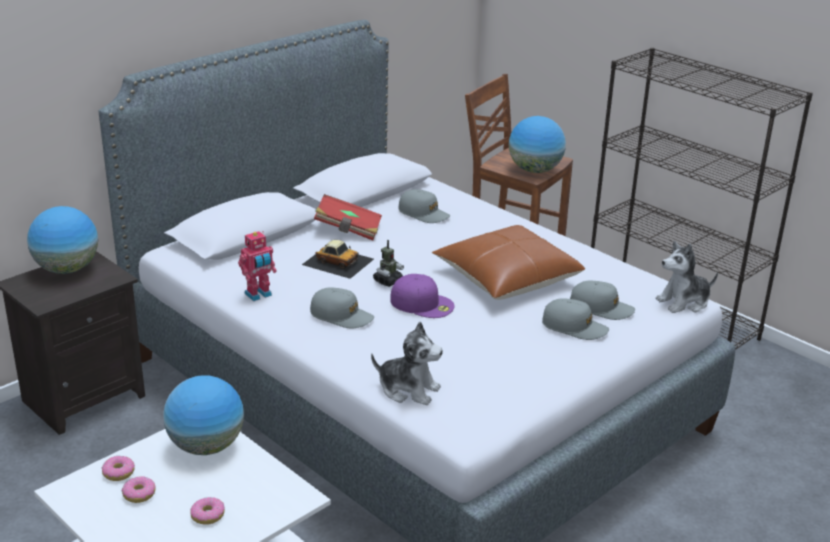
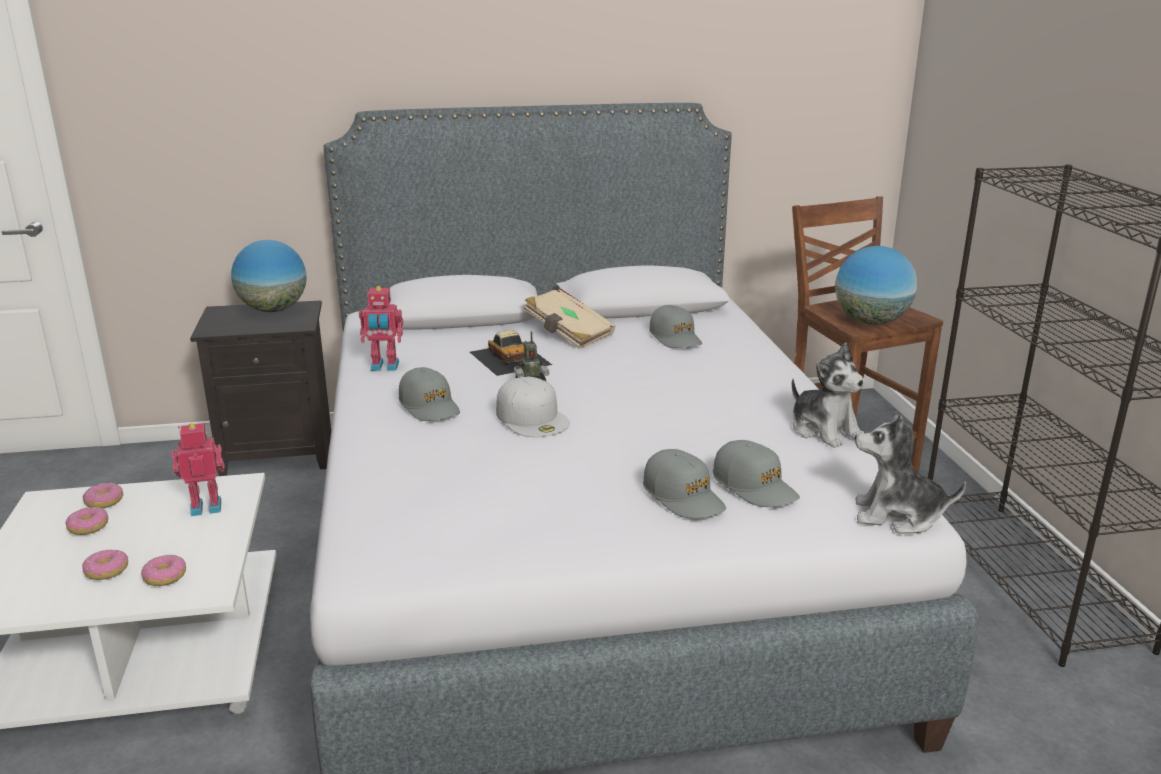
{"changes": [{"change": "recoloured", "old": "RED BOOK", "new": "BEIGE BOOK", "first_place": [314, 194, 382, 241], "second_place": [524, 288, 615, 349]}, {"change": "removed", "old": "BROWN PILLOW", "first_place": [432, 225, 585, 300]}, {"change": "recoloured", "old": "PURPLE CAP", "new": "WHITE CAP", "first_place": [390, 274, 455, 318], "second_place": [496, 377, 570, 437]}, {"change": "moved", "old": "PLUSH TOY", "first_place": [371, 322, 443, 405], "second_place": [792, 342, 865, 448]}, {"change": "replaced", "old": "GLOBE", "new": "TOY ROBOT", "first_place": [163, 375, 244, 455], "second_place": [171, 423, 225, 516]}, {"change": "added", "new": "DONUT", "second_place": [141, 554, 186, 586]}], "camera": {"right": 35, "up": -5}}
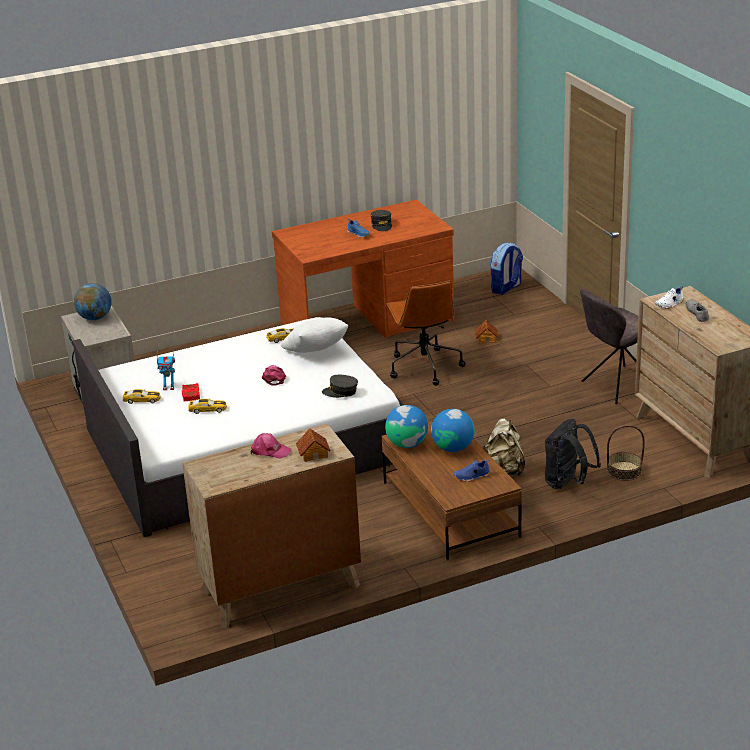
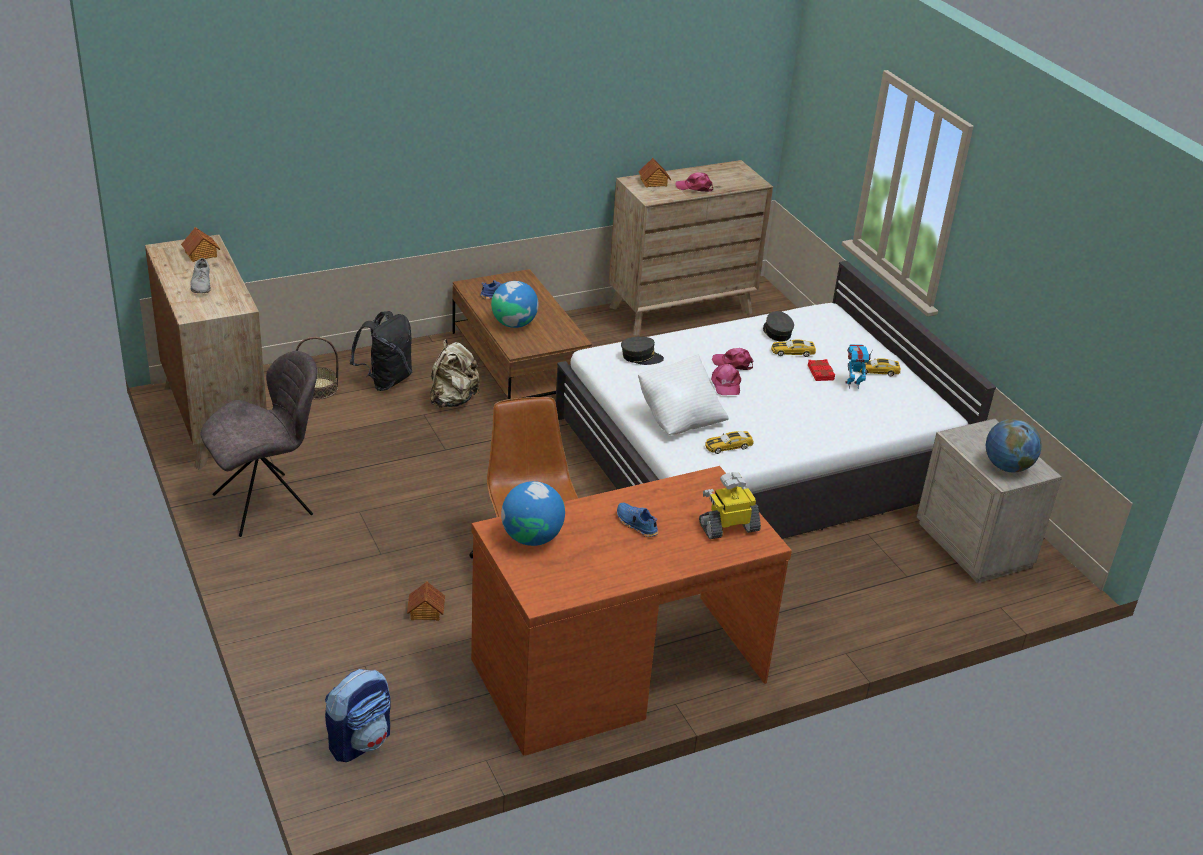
{"changes": [{"change": "moved", "old": "GREY CAP", "first_place": [370, 210, 392, 231], "second_place": [763, 311, 794, 341]}, {"change": "removed", "old": "WHITE SHOE", "first_place": [655, 286, 684, 309]}, {"change": "moved", "old": "GLOBE", "first_place": [385, 405, 428, 448], "second_place": [501, 481, 565, 546]}, {"change": "added", "new": "TOY HOUSE", "second_place": [181, 227, 220, 262]}, {"change": "added", "new": "PINK CAP", "second_place": [712, 348, 753, 370]}, {"change": "added", "new": "TOY ROBOT", "second_place": [699, 472, 761, 539]}], "camera": {"right": 175, "up": 5}}
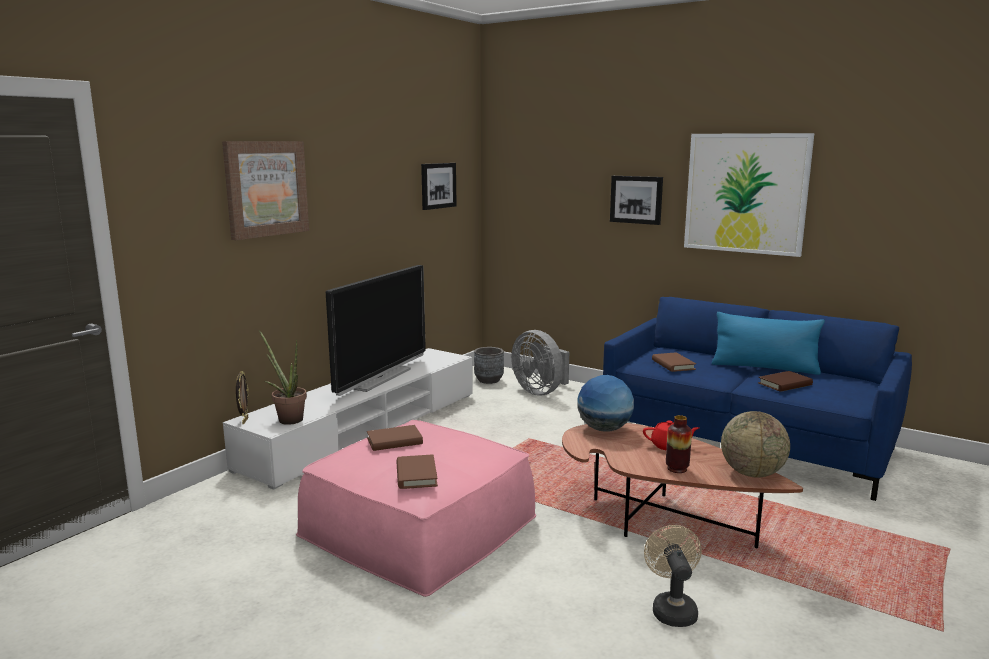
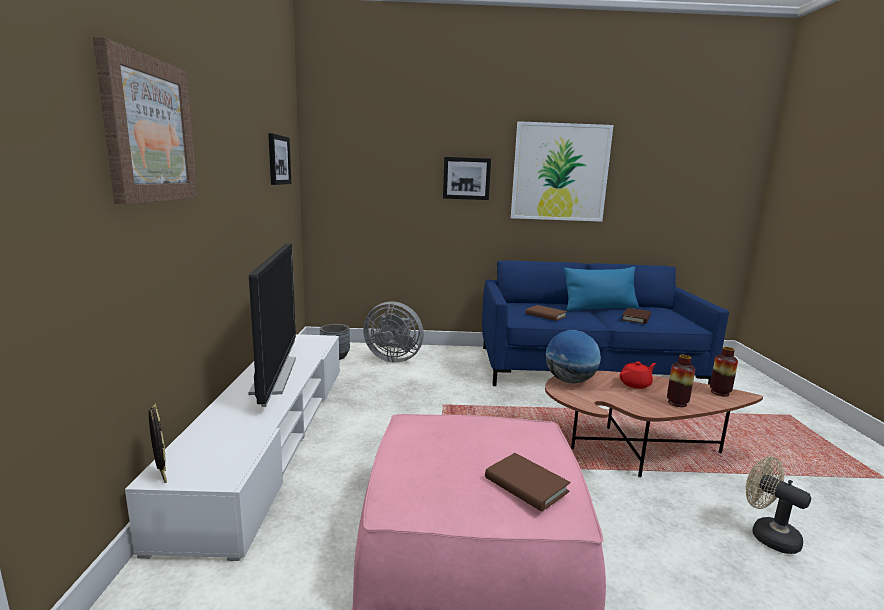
{"changes": [{"change": "removed", "old": "POTTED PLANT", "first_place": [259, 330, 307, 425]}, {"change": "replaced", "old": "GLOBE", "new": "VASE", "first_place": [721, 411, 790, 478], "second_place": [710, 347, 738, 397]}, {"change": "removed", "old": "BROWN BOOK", "first_place": [367, 425, 423, 451]}], "camera": {"right": -35, "up": 0}}
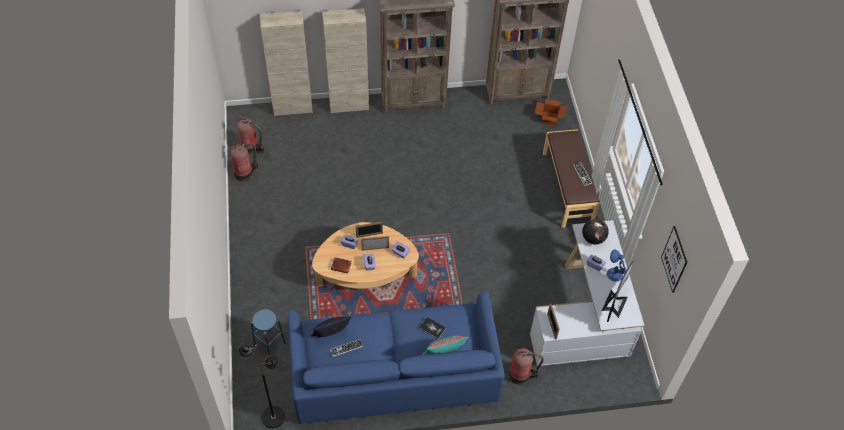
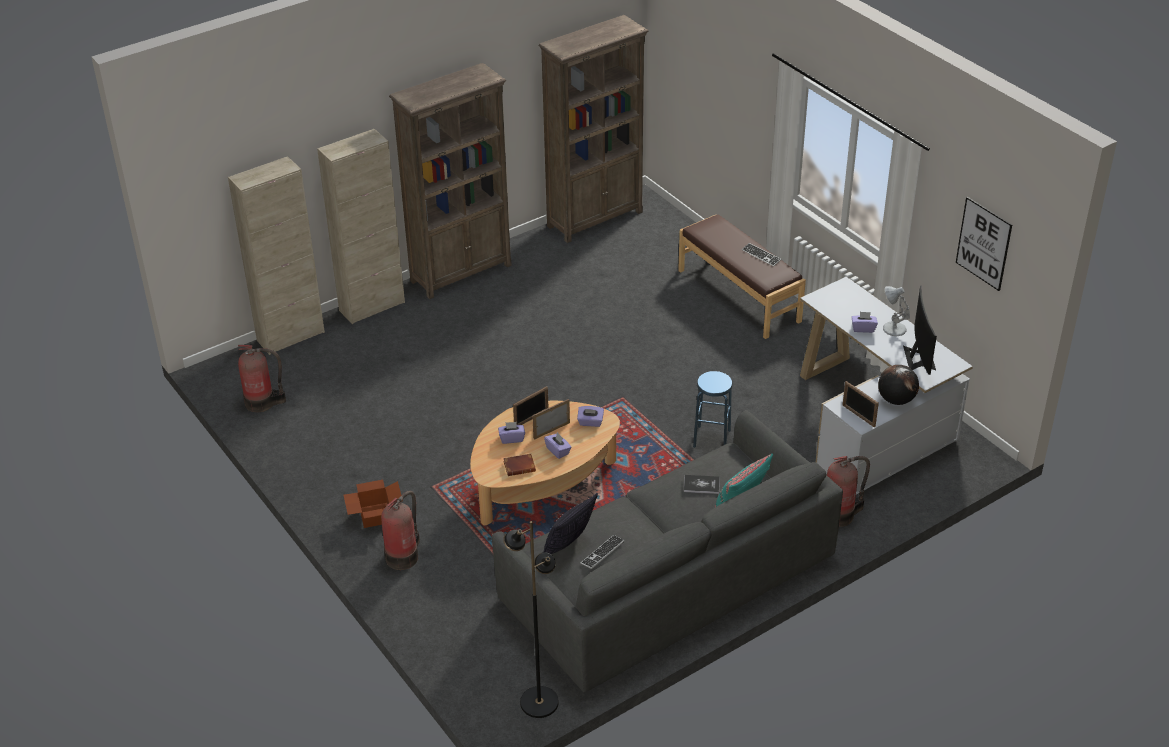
{"changes": [{"change": "moved", "old": "CARDBOARD BOX", "first_place": [535, 99, 567, 126], "second_place": [344, 480, 403, 528]}, {"change": "moved", "old": "FIRE EXTINGUISHER", "first_place": [231, 142, 258, 181], "second_place": [381, 491, 420, 570]}, {"change": "moved", "old": "GLOBE", "first_place": [582, 218, 609, 244], "second_place": [878, 365, 919, 405]}, {"change": "recoloured", "old": "BLUE TABLE LAMP", "new": "WHITE TABLE LAMP", "first_place": [607, 249, 626, 282], "second_place": [883, 286, 910, 336]}, {"change": "recoloured", "old": "BLUE SOFA", "new": "GREY SOFA", "first_place": [288, 290, 505, 424], "second_place": [492, 410, 843, 693]}, {"change": "moved", "old": "BLUE STOOL", "first_place": [251, 309, 286, 356], "second_place": [693, 371, 733, 448]}], "camera": {"right": -25, "up": -15}}
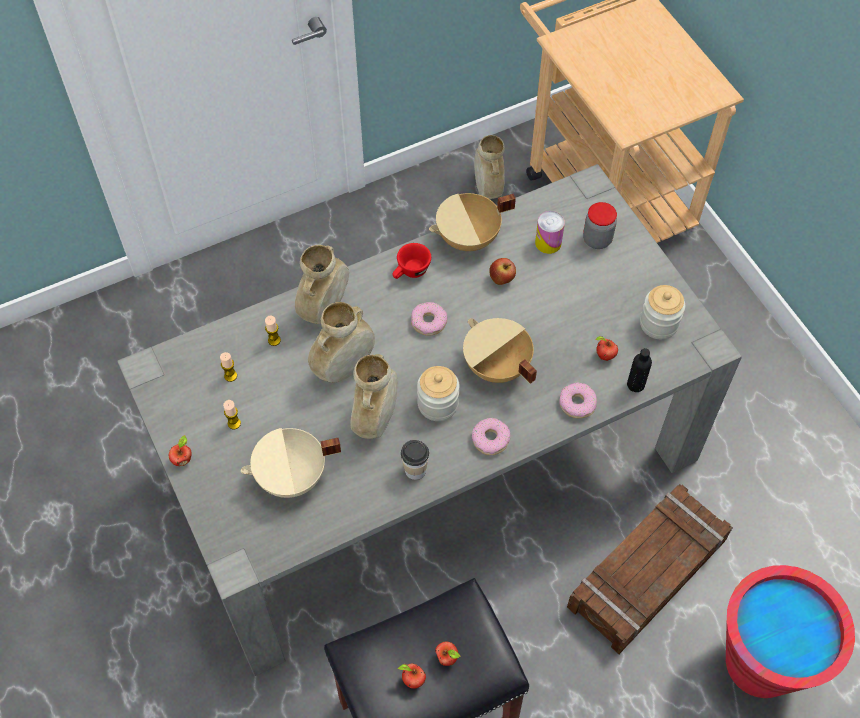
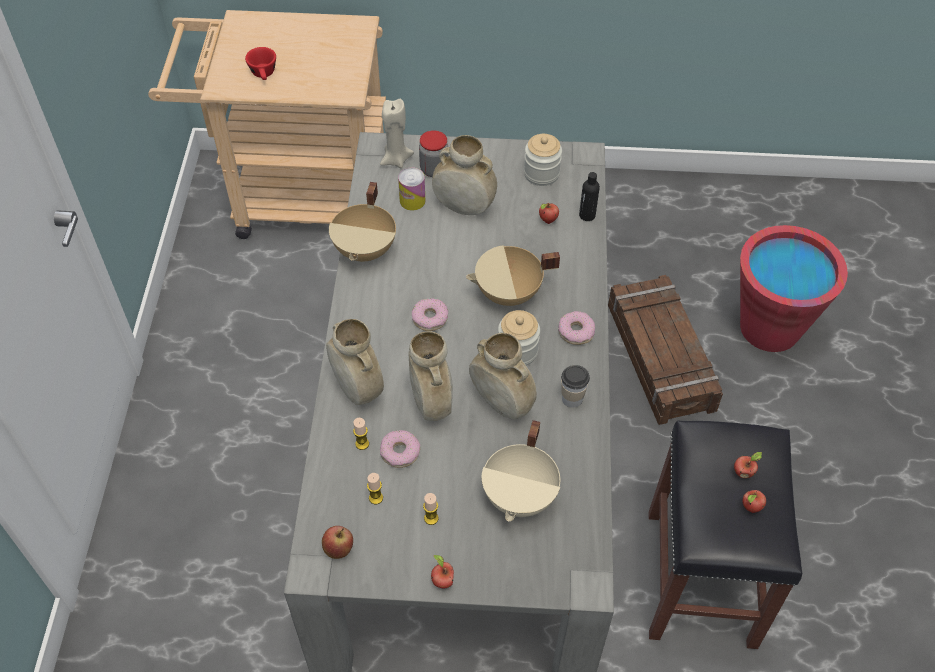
{"changes": [{"change": "moved", "old": "BEIGE VASE", "first_place": [474, 135, 505, 199], "second_place": [432, 135, 497, 215]}, {"change": "moved", "old": "RED CUP", "first_place": [392, 243, 431, 279], "second_place": [245, 47, 276, 80]}, {"change": "moved", "old": "APPLE", "first_place": [489, 258, 516, 285], "second_place": [322, 526, 353, 559]}, {"change": "moved", "old": "DONUT", "first_place": [559, 382, 597, 418], "second_place": [380, 430, 420, 468]}, {"change": "added", "new": "BEIGE CANDLE", "second_place": [380, 99, 414, 168]}], "camera": {"right": -60, "up": -5}}
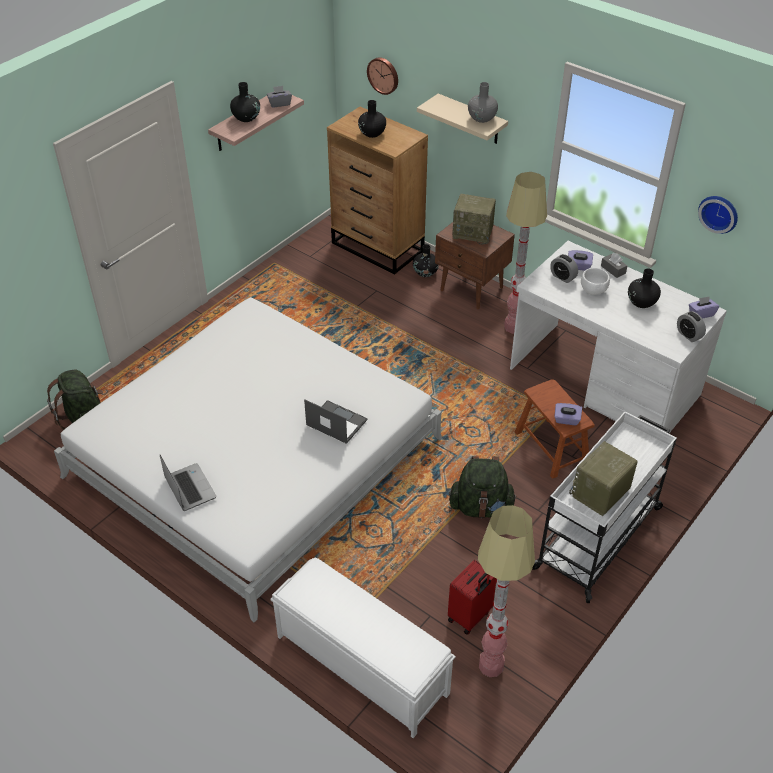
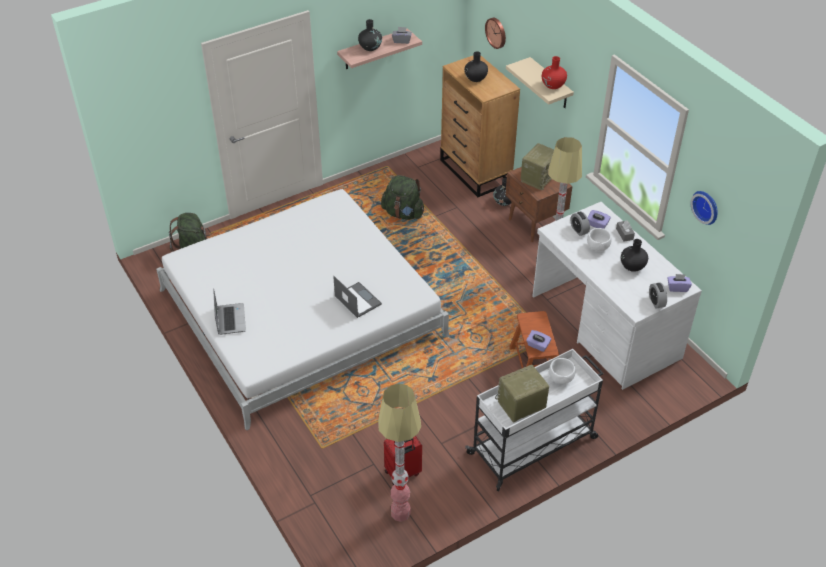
{"changes": [{"change": "recoloured", "old": "GREY VASE", "new": "RED VASE", "first_place": [468, 82, 498, 123], "second_place": [542, 56, 567, 89]}, {"change": "turned", "old": "RADIO", "first_place": [452, 194, 496, 245], "second_place": [521, 143, 554, 191], "degrees": -90}, {"change": "moved", "old": "GREEN BACKPACK", "first_place": [449, 456, 517, 518], "second_place": [381, 175, 424, 220]}, {"change": "removed", "old": "WHITE BENCH", "first_place": [270, 558, 456, 738]}, {"change": "added", "new": "WHITE BOWL", "second_place": [549, 358, 576, 384]}], "camera": {"right": 20, "up": 0}}
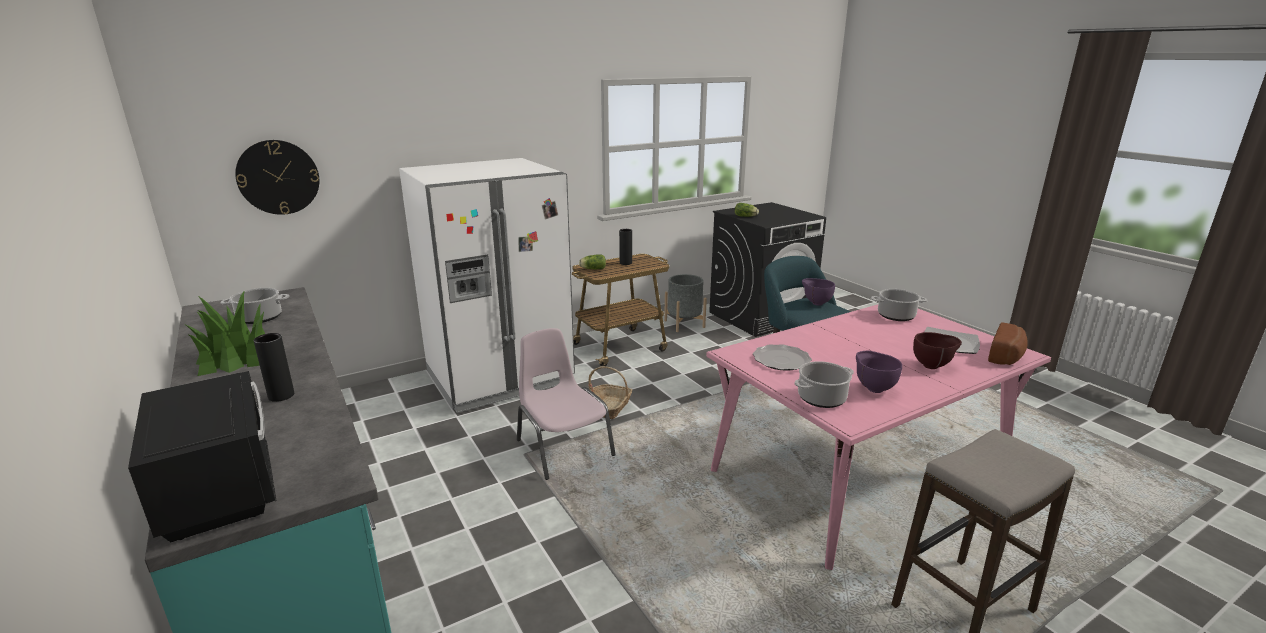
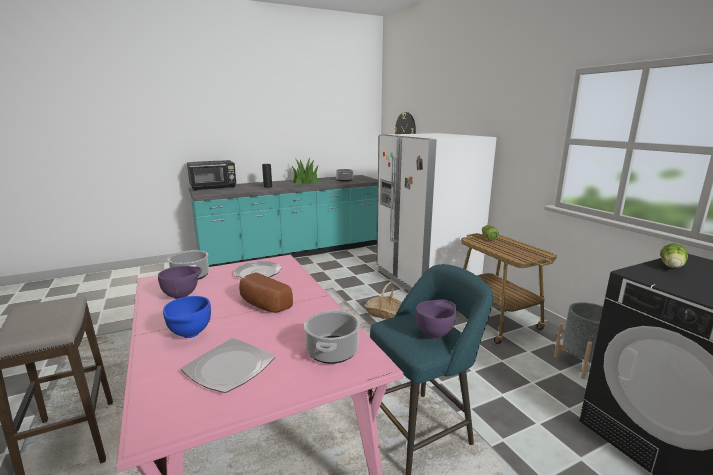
{"changes": [{"change": "removed", "old": "BLACK VASE", "first_place": [619, 229, 632, 265]}, {"change": "moved", "old": "BREAD", "first_place": [988, 322, 1028, 365], "second_place": [239, 273, 293, 313]}, {"change": "removed", "old": "PINK CHAIR", "first_place": [517, 328, 616, 480]}, {"change": "recoloured", "old": "BROWN BOWL", "new": "BLUE BOWL", "first_place": [913, 332, 962, 369], "second_place": [163, 296, 211, 338]}], "camera": {"right": 95, "up": -5}}
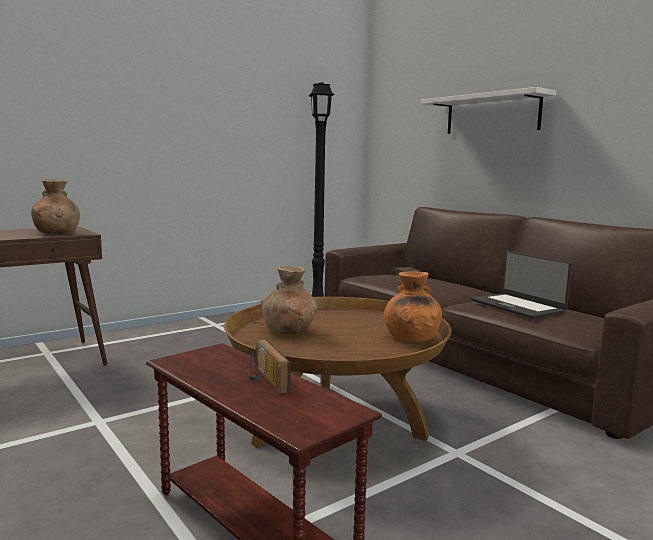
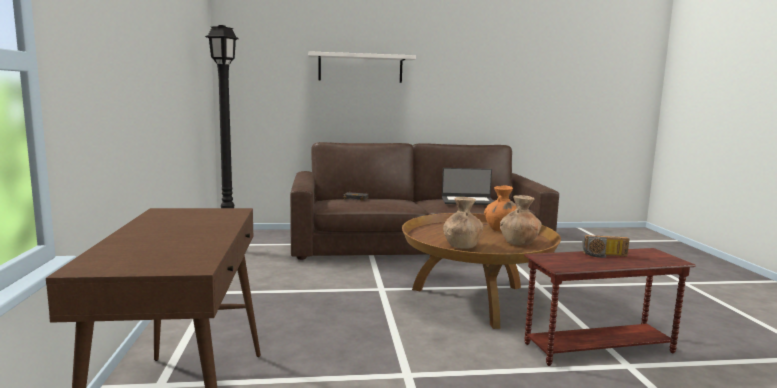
{"changes": [{"change": "moved", "old": "BROWN VASE", "first_place": [31, 179, 80, 234], "second_place": [500, 195, 542, 245]}], "camera": {"right": -60, "up": 0}}
